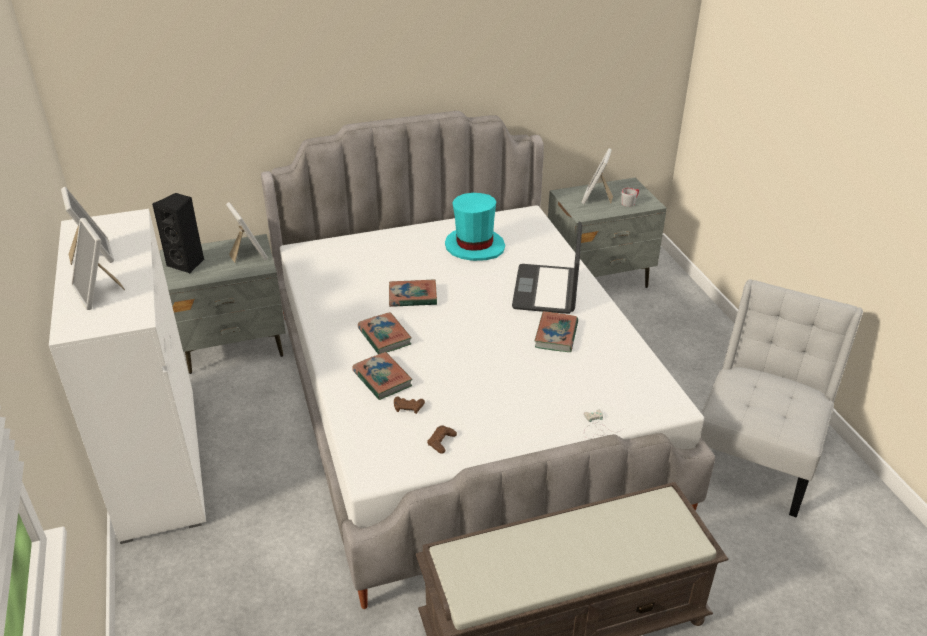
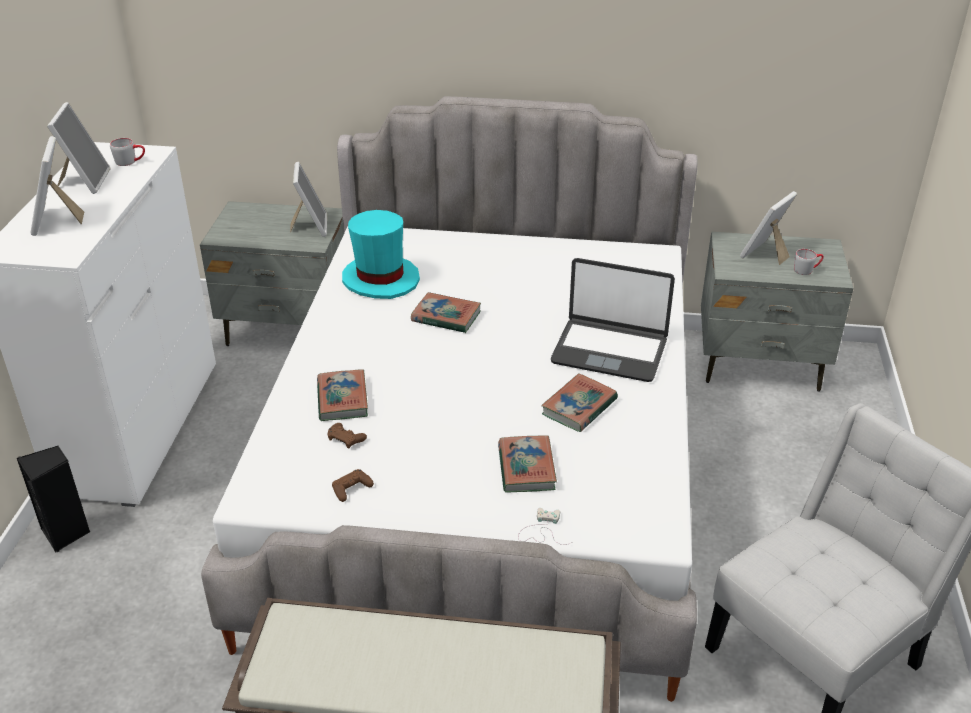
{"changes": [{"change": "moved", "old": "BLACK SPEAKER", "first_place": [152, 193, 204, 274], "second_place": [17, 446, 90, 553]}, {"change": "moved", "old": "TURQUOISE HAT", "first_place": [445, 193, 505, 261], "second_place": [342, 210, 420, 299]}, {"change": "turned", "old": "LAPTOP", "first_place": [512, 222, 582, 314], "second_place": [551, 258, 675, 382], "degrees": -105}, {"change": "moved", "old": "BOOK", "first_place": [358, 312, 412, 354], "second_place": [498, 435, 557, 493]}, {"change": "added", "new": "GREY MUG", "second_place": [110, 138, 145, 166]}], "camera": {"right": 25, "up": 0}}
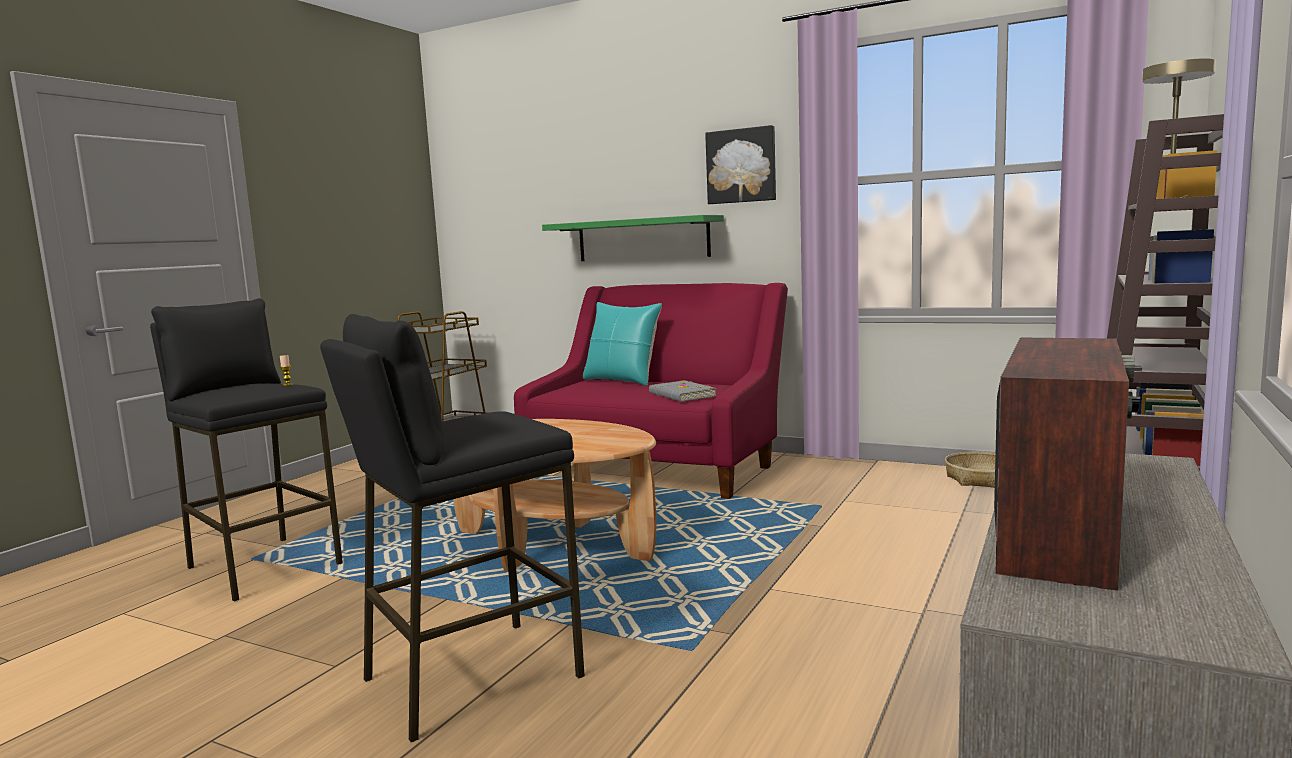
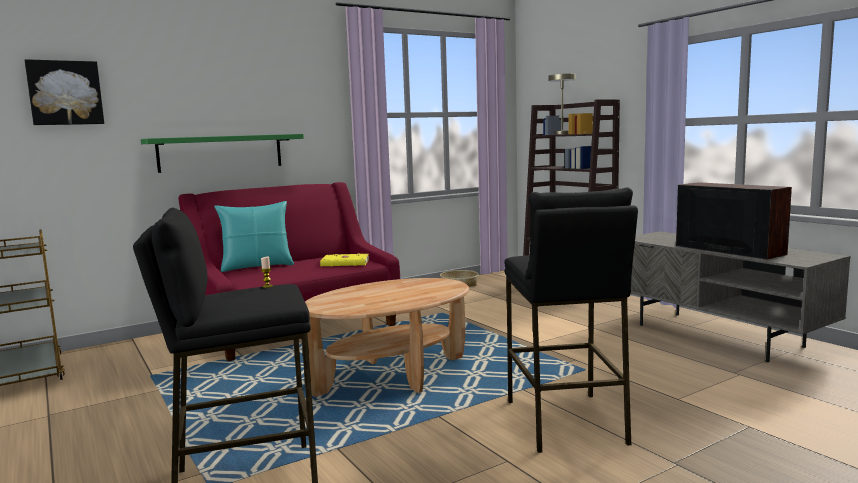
{"changes": [{"change": "moved", "old": "PICTURE", "first_place": [705, 125, 776, 204], "second_place": [25, 59, 104, 125]}, {"change": "recoloured", "old": "GREY BOOK", "new": "YELLOW BOOK", "first_place": [649, 380, 717, 402], "second_place": [320, 253, 369, 266]}], "camera": {"right": -60, "up": 0}}
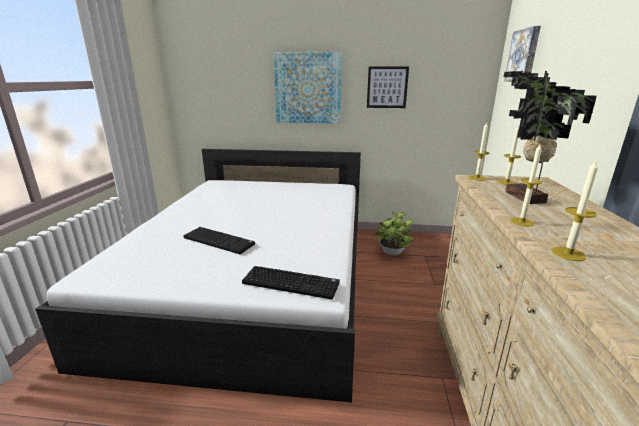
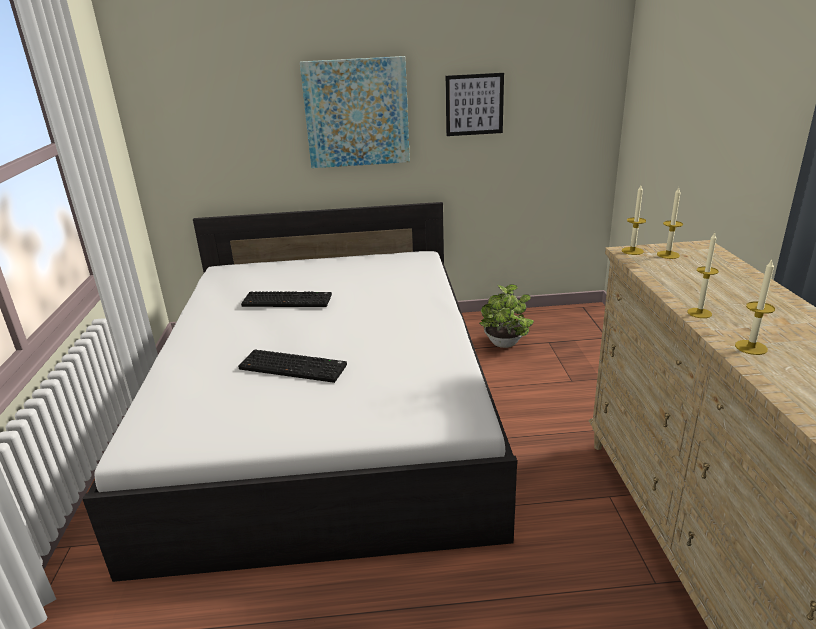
{"changes": [{"change": "removed", "old": "PICTURE", "first_place": [504, 26, 541, 82]}, {"change": "removed", "old": "POTTED PLANT", "first_place": [504, 71, 597, 204]}, {"change": "moved", "old": "KEYBOARD", "first_place": [242, 266, 340, 300], "second_place": [241, 291, 332, 307]}], "camera": {"right": -10, "up": 5}}
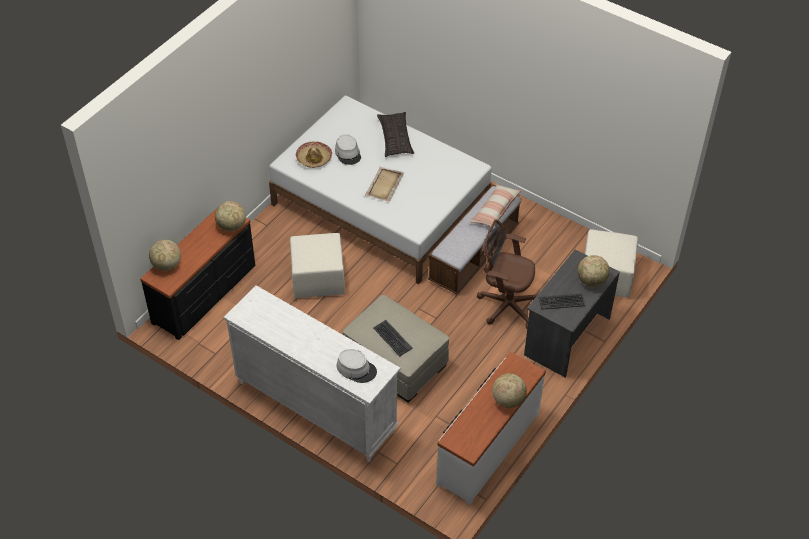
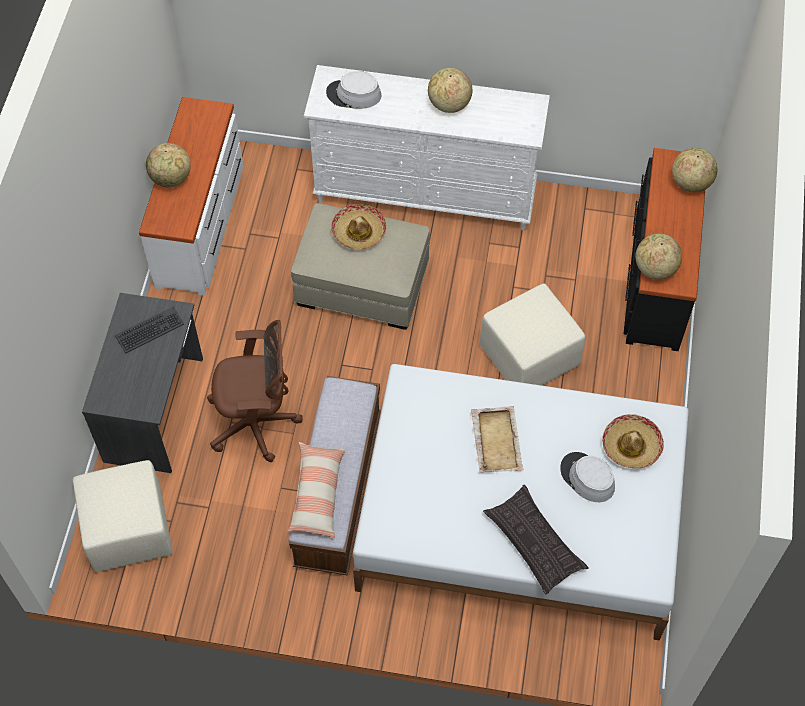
{"changes": [{"change": "moved", "old": "GLOBE", "first_place": [578, 255, 610, 287], "second_place": [428, 68, 472, 113]}, {"change": "replaced", "old": "KEYBOARD", "new": "HAT", "first_place": [373, 320, 413, 356], "second_place": [331, 204, 386, 250]}], "camera": {"right": 155, "up": 10}}
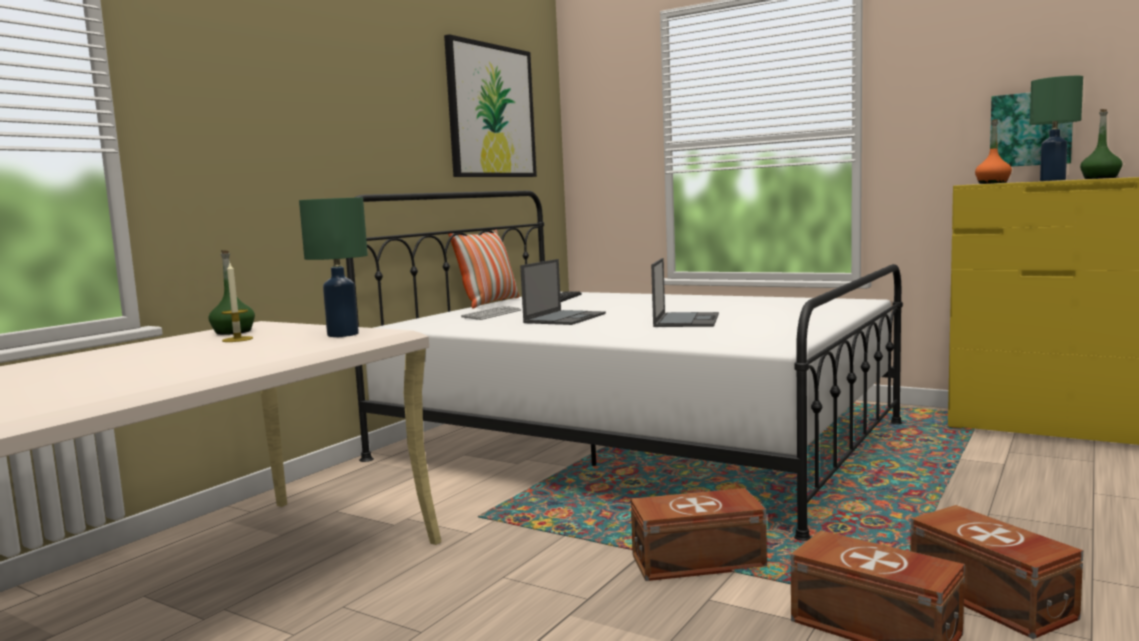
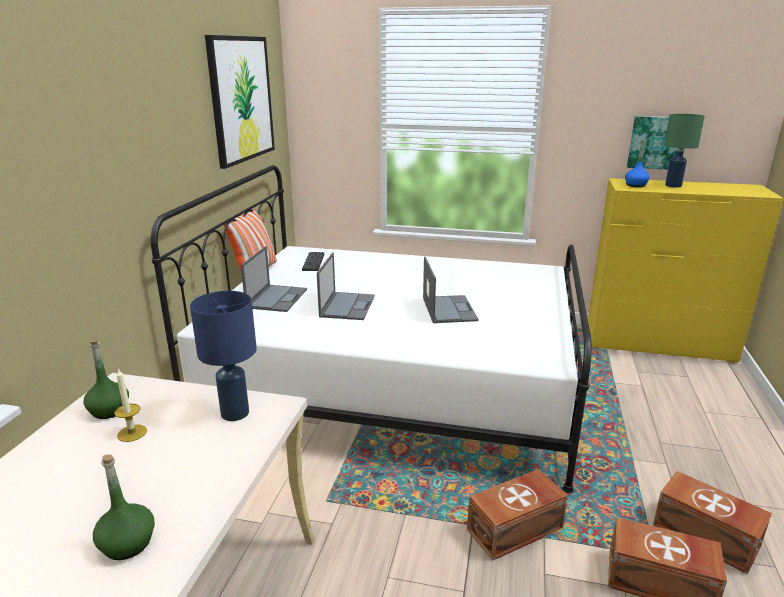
{"changes": [{"change": "moved", "old": "GREEN BOTTLE", "first_place": [1080, 109, 1122, 179], "second_place": [93, 454, 155, 560]}, {"change": "recoloured", "old": "ORANGE BOTTLE", "new": "BLUE BOTTLE", "first_place": [975, 119, 1012, 184], "second_place": [625, 141, 650, 187]}, {"change": "recoloured", "old": "GREEN TABLE LAMP", "new": "BLUE TABLE LAMP", "first_place": [299, 197, 368, 337], "second_place": [190, 291, 257, 421]}, {"change": "replaced", "old": "KEYBOARD", "new": "LAPTOP", "first_place": [461, 306, 522, 320], "second_place": [241, 246, 307, 312]}], "camera": {"right": -20, "up": 15}}
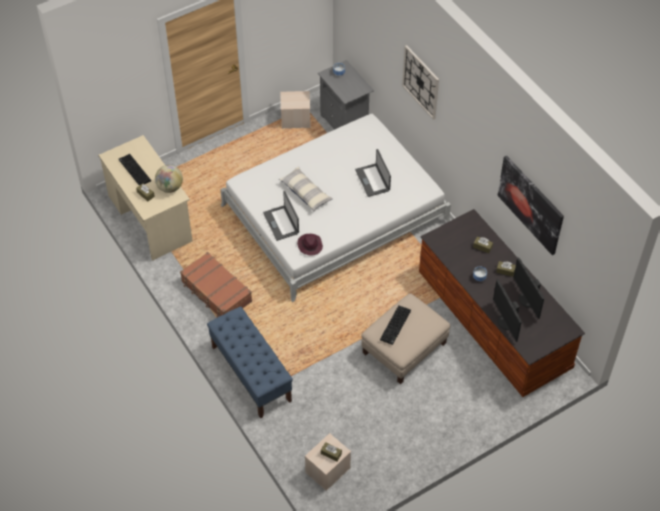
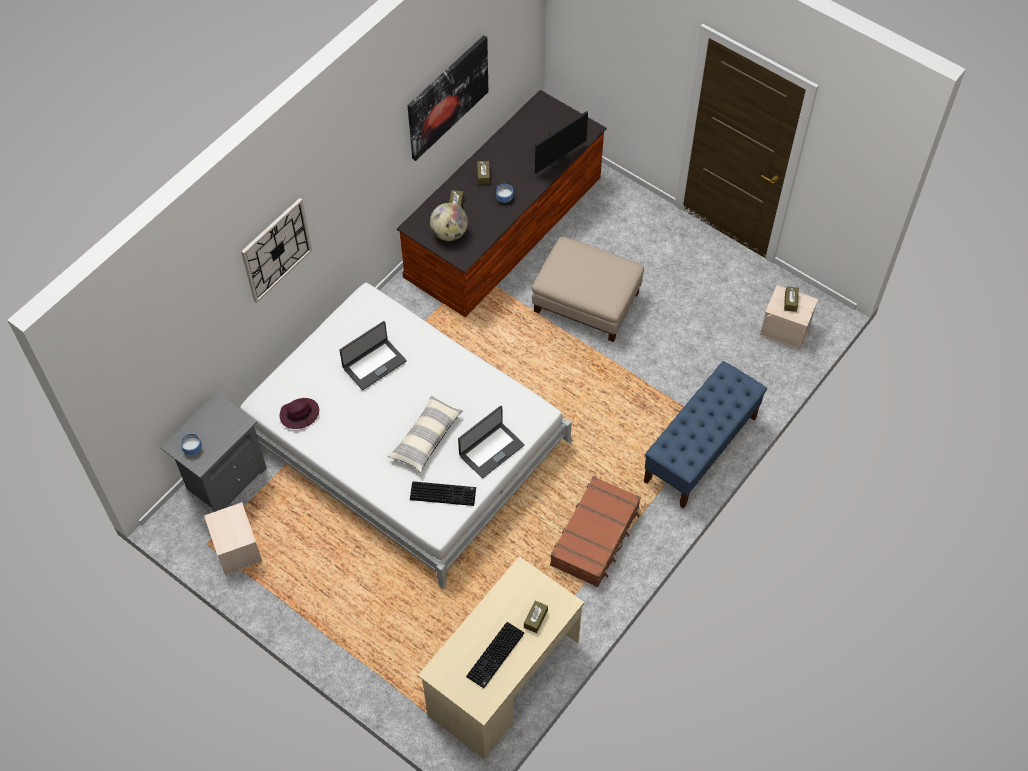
{"changes": [{"change": "moved", "old": "GLOBE", "first_place": [155, 165, 183, 193], "second_place": [430, 203, 468, 241]}, {"change": "moved", "old": "PURPLE HAT", "first_place": [297, 234, 323, 256], "second_place": [280, 398, 319, 429]}, {"change": "removed", "old": "MONITOR", "first_place": [513, 257, 545, 319]}, {"change": "moved", "old": "KEYBOARD", "first_place": [380, 305, 411, 345], "second_place": [410, 481, 476, 506]}], "camera": {"right": -110, "up": 5}}
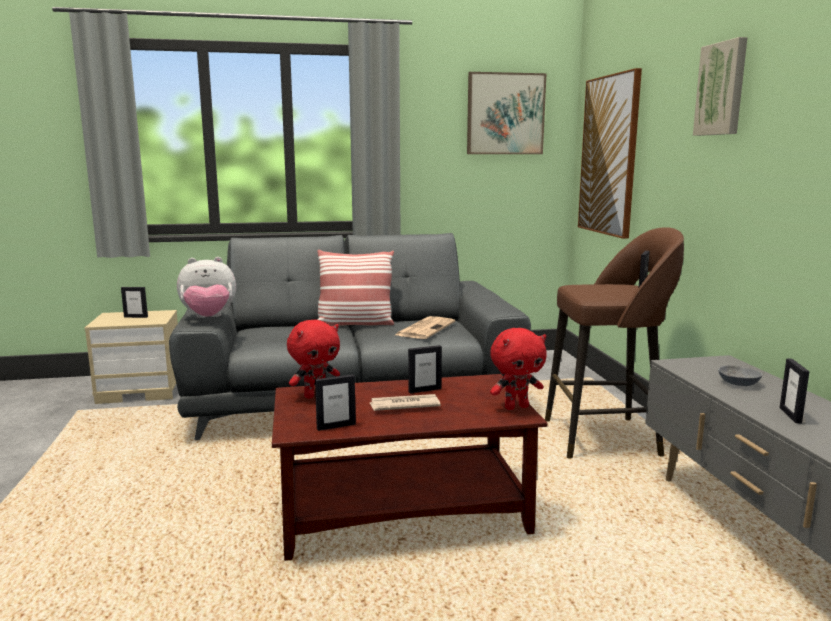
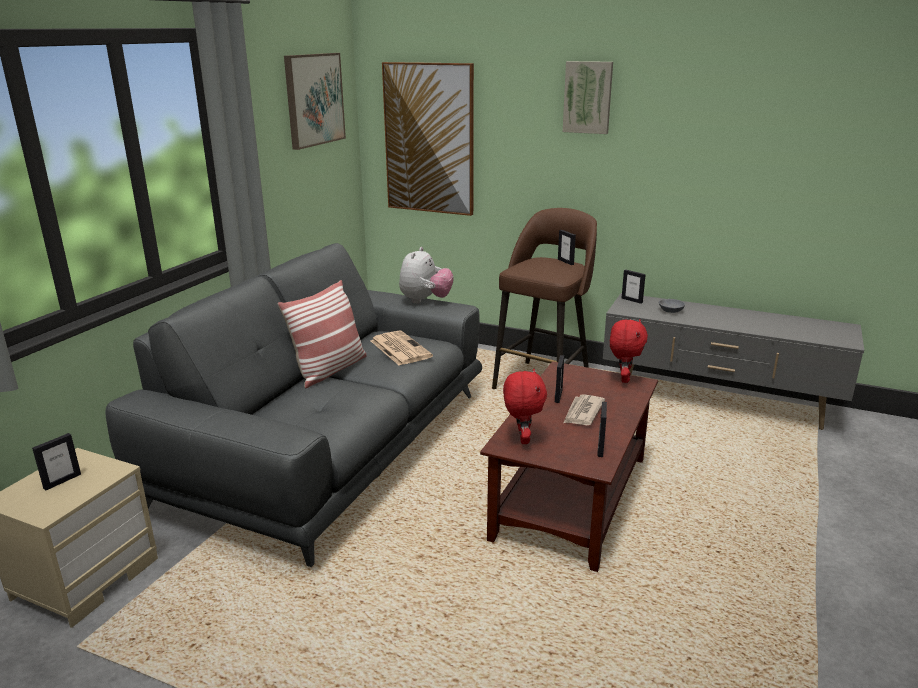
{"changes": [{"change": "moved", "old": "PLUSH TOY", "first_place": [177, 257, 236, 318], "second_place": [399, 247, 454, 304]}, {"change": "moved", "old": "PICTURE FRAME", "first_place": [780, 358, 810, 424], "second_place": [621, 270, 646, 304]}], "camera": {"right": -55, "up": 10}}
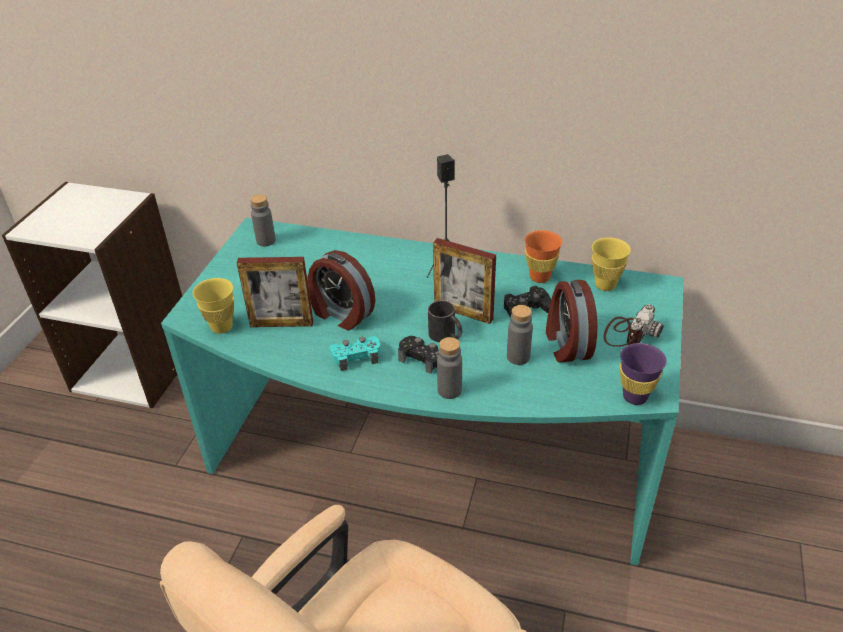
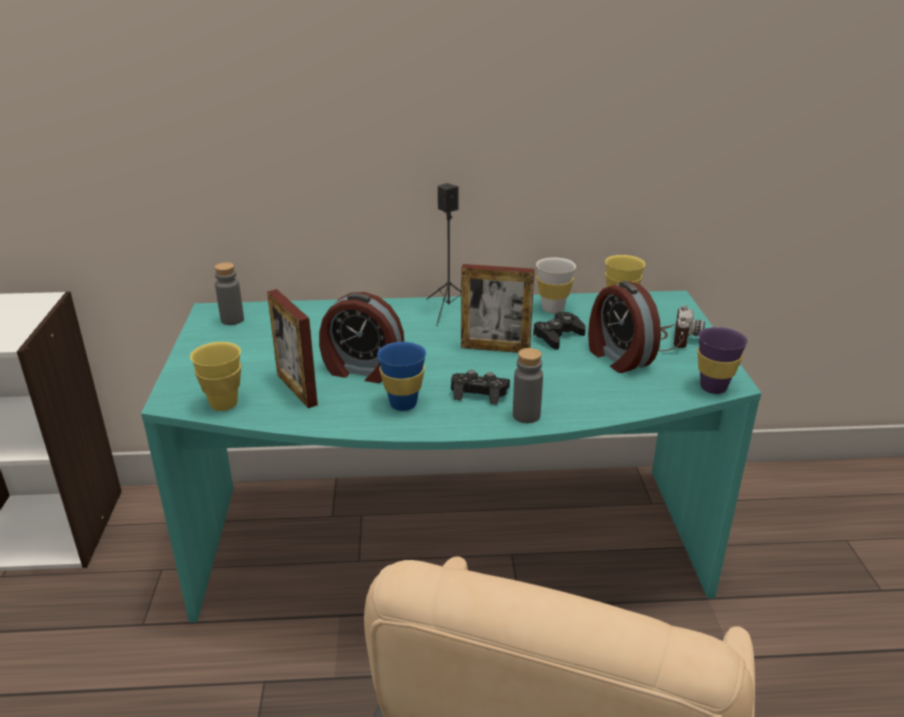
{"changes": [{"change": "recoloured", "old": "ORANGE CUP", "new": "WHITE CUP", "first_place": [524, 230, 562, 283], "second_place": [536, 257, 576, 313]}, {"change": "turned", "old": "PICTURE FRAME", "first_place": [237, 257, 313, 327], "second_place": [267, 289, 318, 408], "degrees": 75}, {"change": "removed", "old": "BLACK MUG", "first_place": [428, 300, 462, 342]}, {"change": "removed", "old": "GREY BOTTLE", "first_place": [507, 305, 533, 365]}, {"change": "replaced", "old": "TURQUOISE GAME CONTROLLER", "new": "BLUE CUP", "first_place": [329, 336, 381, 371], "second_place": [377, 342, 426, 411]}], "camera": {"right": -20, "up": -10}}
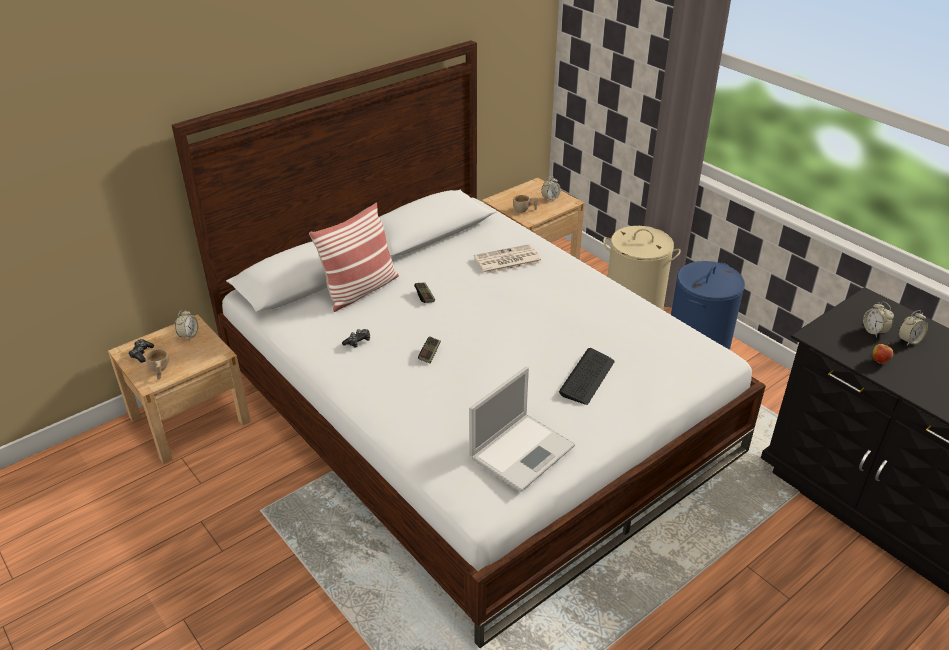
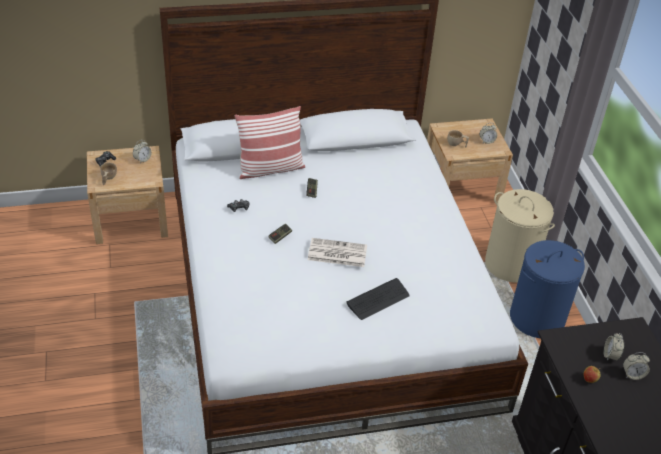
{"changes": [{"change": "moved", "old": "NEWSPAPER", "first_place": [474, 244, 542, 274], "second_place": [308, 238, 367, 267]}, {"change": "removed", "old": "LAPTOP", "first_place": [469, 367, 575, 492]}], "camera": {"right": 25, "up": 5}}
